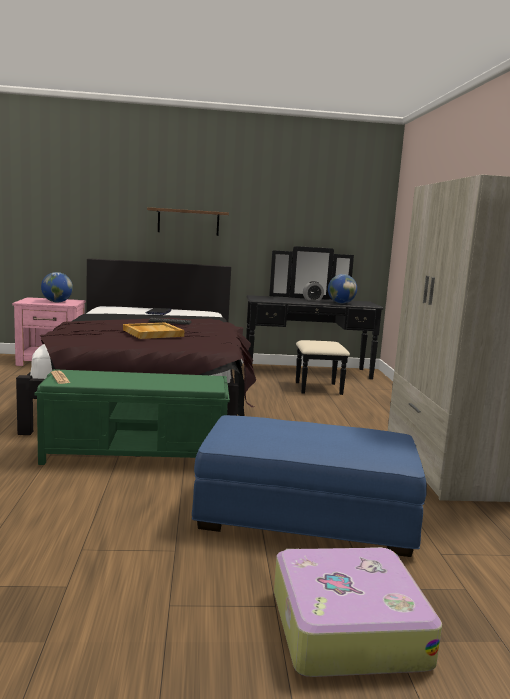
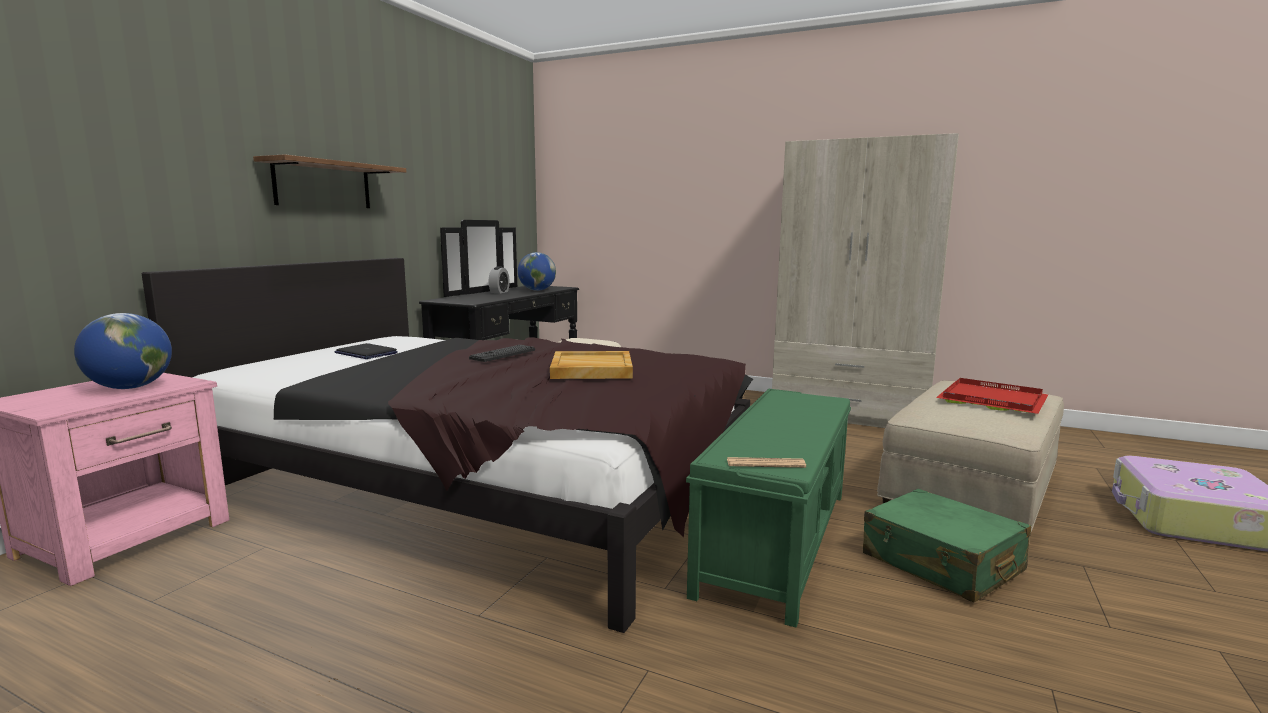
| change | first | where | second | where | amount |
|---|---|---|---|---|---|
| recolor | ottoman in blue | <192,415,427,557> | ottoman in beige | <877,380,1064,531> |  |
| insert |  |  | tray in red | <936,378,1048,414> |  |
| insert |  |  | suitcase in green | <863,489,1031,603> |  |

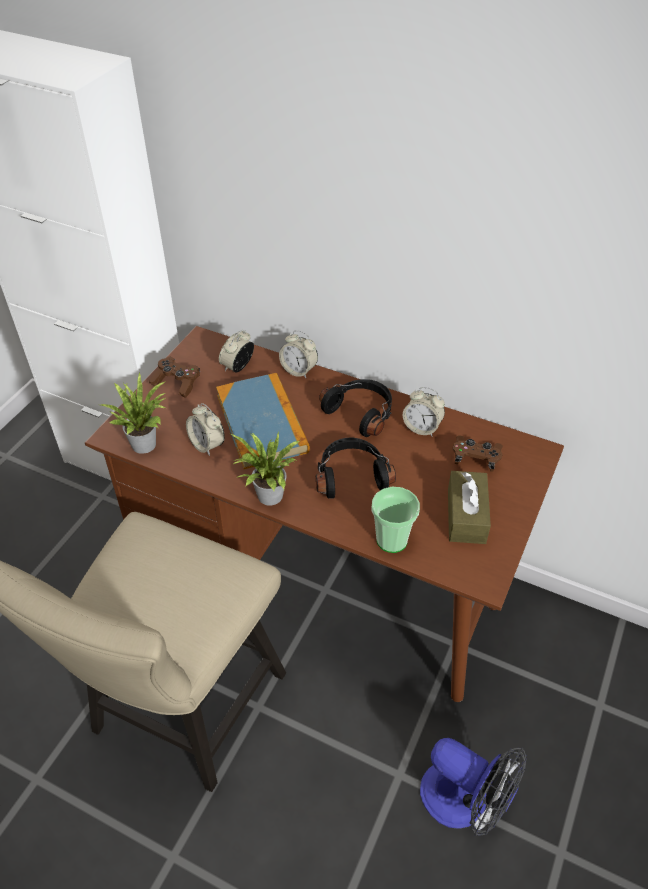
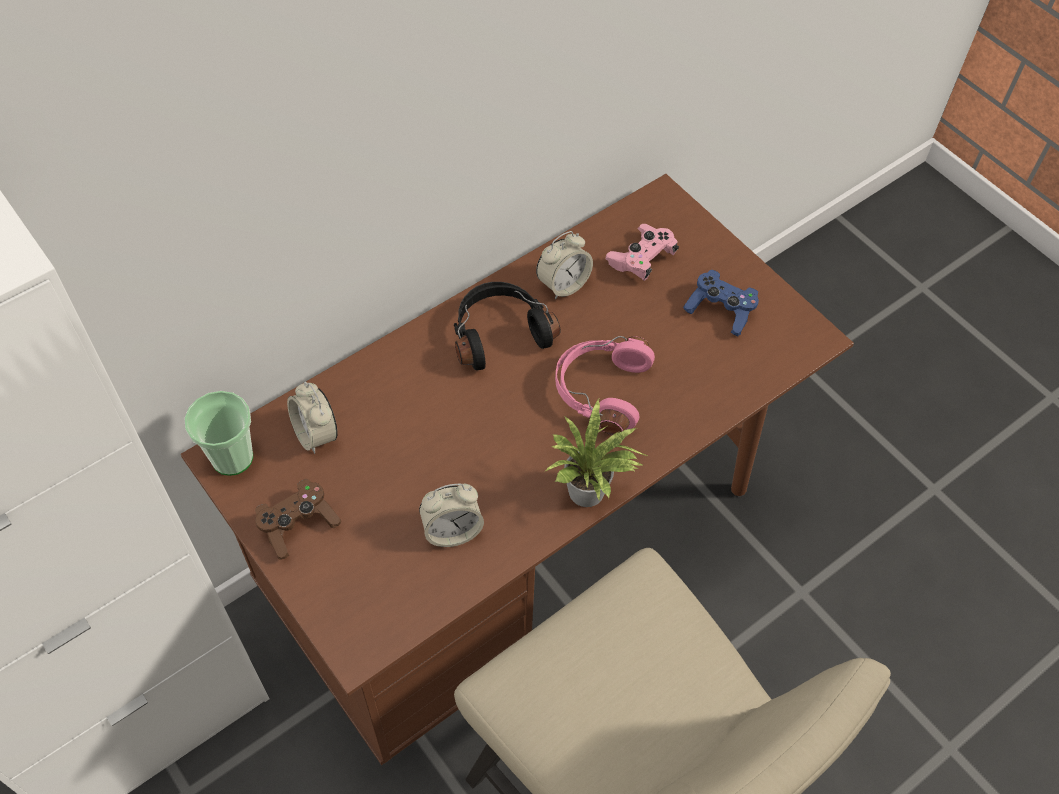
| change | first | where | second | where | amount |
|---|---|---|---|---|---|
| delete | alarm clock | <279,330,318,378> |  |  |  |
| delete | potted plant | <101,373,166,453> |  |  |  |
| delete | book | <216,373,310,469> |  |  |  |
| recolor | game controller in brown | <452,435,503,472> | game controller in pink | <606,224,679,281> |  |
| recolor | headphones in black | <316,438,396,499> | headphones in pink | <555,336,655,435> |  |
| replace | tissue box in brown | <448,471,491,544> | game controller in blue | <683,270,759,336> |  |
| move | cup | <371,487,420,553> |  | <184,391,253,476> |  |
| delete | fan | <420,738,527,836> |  |  |  |

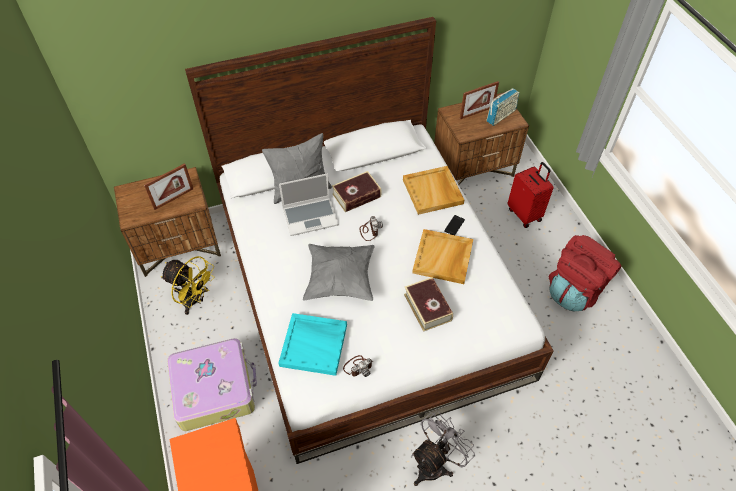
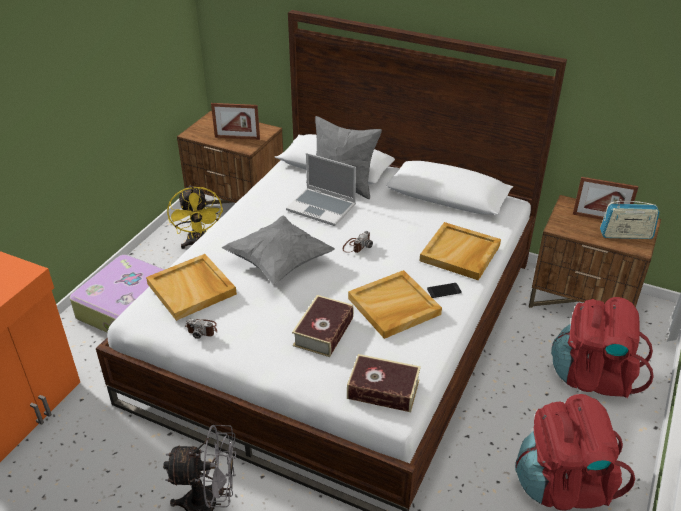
| change | first | where | second | where | amount |
|---|---|---|---|---|---|
| replace | suitcase in red | <508,162,553,228> | backpack in red | <551,297,654,398> |  |
| move | book | <332,171,381,212> |  | <347,354,421,412> |  |
| recolor | tray in turquoise | <278,313,347,376> | tray in beige | <146,254,237,321> |  |

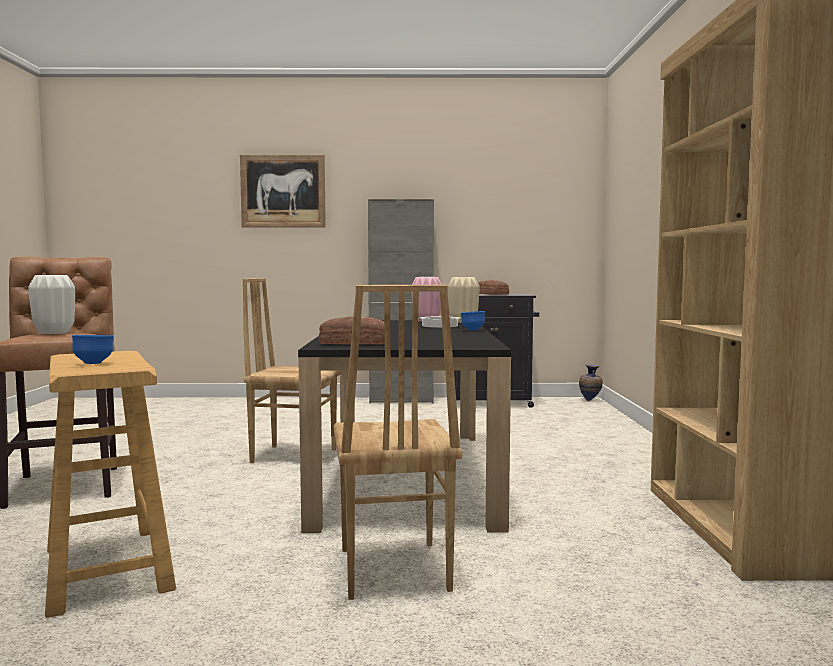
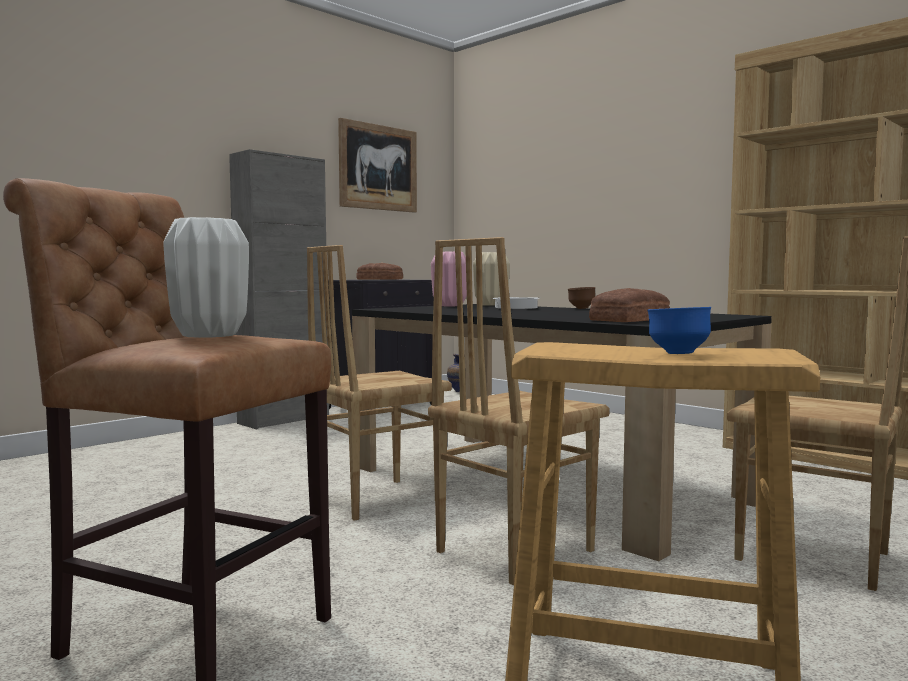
| change | first | where | second | where | amount |
|---|---|---|---|---|---|
| move | picture | <240,155,326,228> |  | <338,118,417,213> |  |
| recolor | bowl in blue | <461,311,485,330> | bowl in brown | <568,287,595,309> |  |
| insert |  |  | chair in brown | <428,237,610,585> |  |

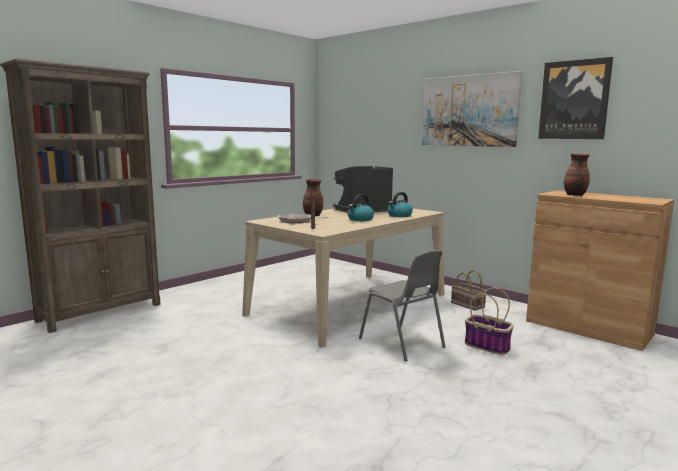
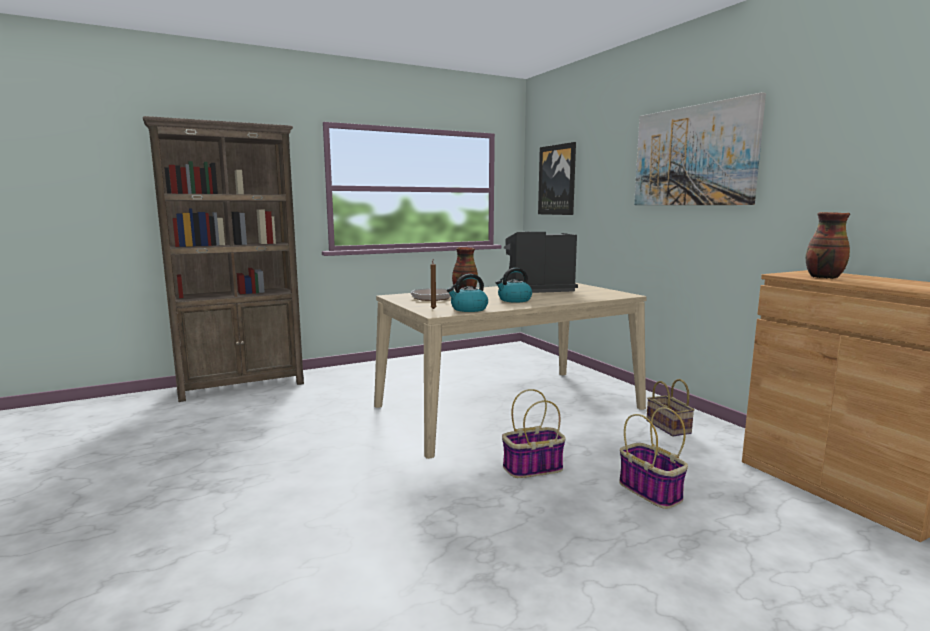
| change | first | where | second | where | amount |
|---|---|---|---|---|---|
| move | picture | <538,57,613,139> |  | <538,142,576,215> |  |
| move | kettle | <387,192,413,217> |  | <447,274,488,312> |  |
| replace | chair in grey | <359,250,446,361> | basket | <502,389,566,478> |  |

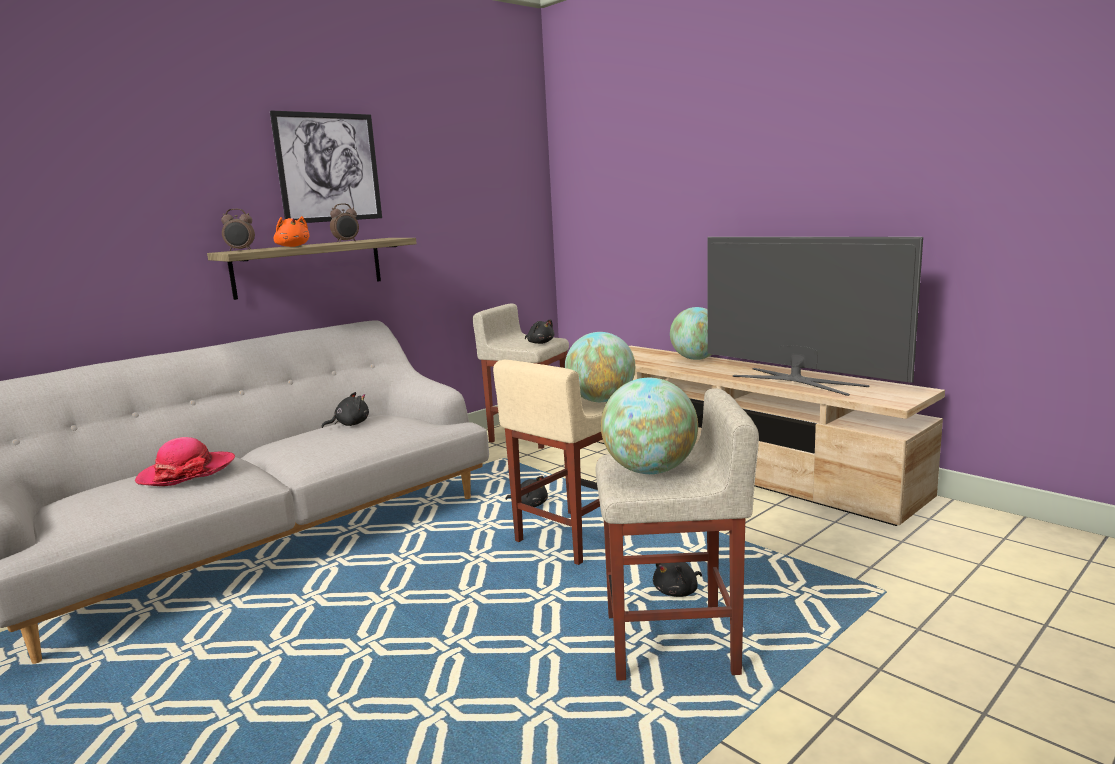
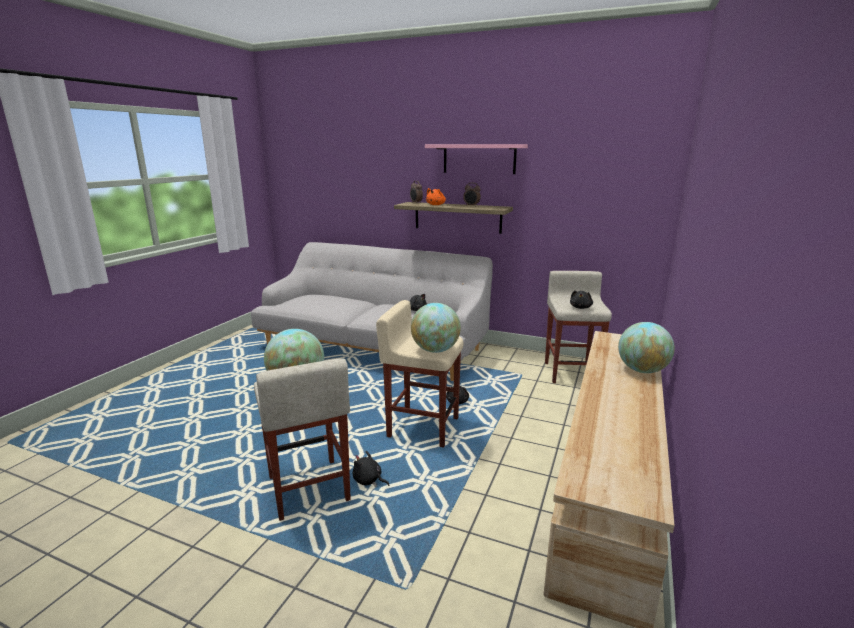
| change | first | where | second | where | amount |
|---|---|---|---|---|---|
| replace | picture | <270,110,382,223> | shelf in pink | <425,144,528,174> |  |
| delete | television | <707,237,923,396> |  |  |  |
| delete | hat | <135,437,235,486> |  |  |  |

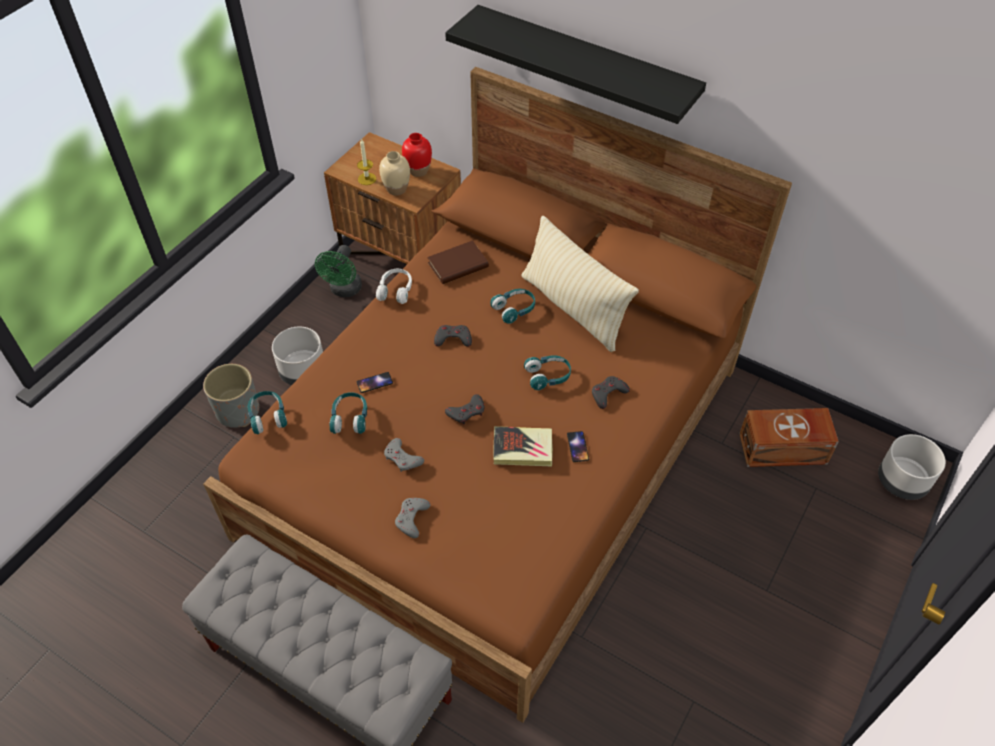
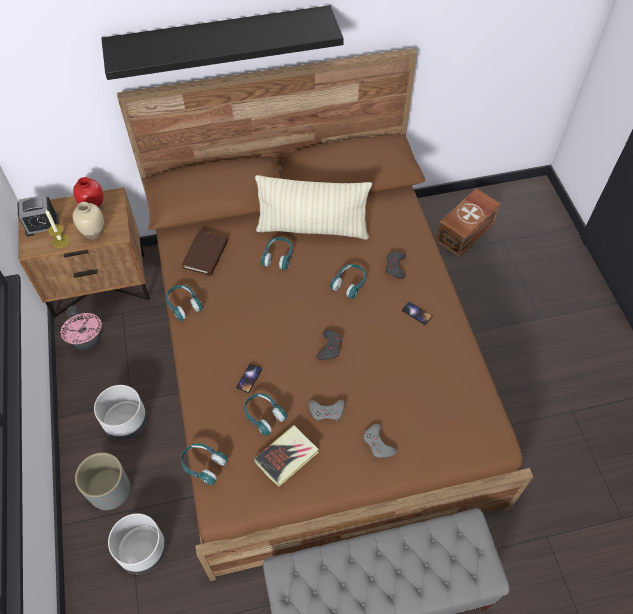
| change | first | where | second | where | amount |
|---|---|---|---|---|---|
| recolor | fan in green | <315,245,362,297> | fan in pink | <61,305,102,350> |  |
| recolor | headphones in white | <376,269,412,304> | headphones in turquoise | <166,285,203,321> |  |
| delete | game controller in grey | <434,325,472,347> |  |  |  |
| move | book | <493,426,553,466> |  | <254,425,319,487> |  |
| move | planter in grey | <878,434,946,500> |  | <108,513,166,574> |  |
| insert |  |  | alarm clock | <18,195,59,236> |  |

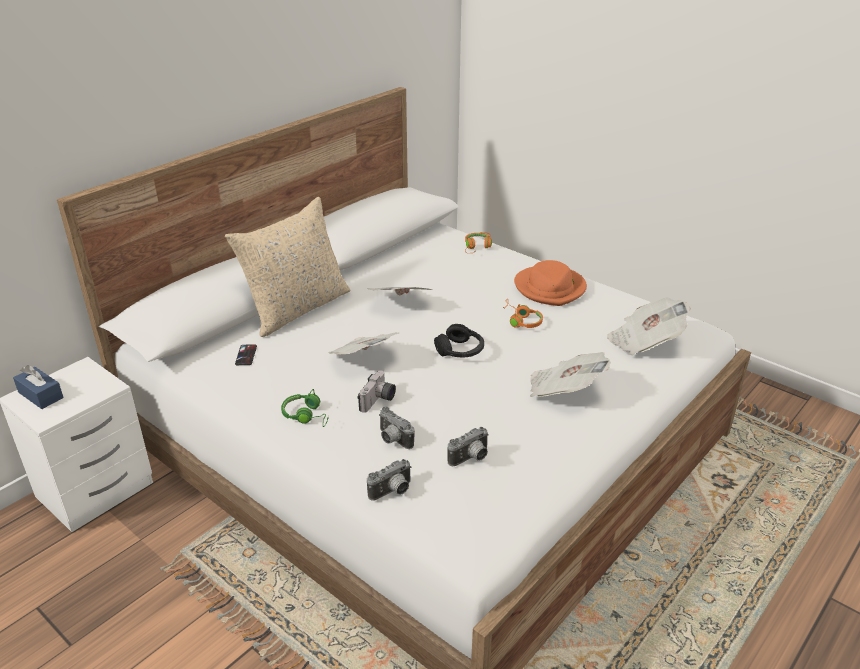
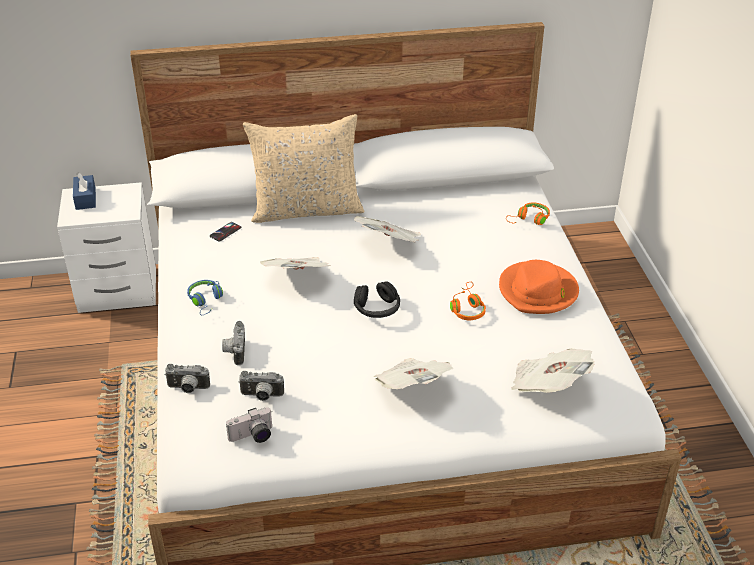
| change | first | where | second | where | amount |
|---|---|---|---|---|---|
| move | photo camera | <358,370,396,413> |  | <226,407,272,443> |  |
| recolor | headphones in green | <281,389,329,427> | headphones in blue | <187,280,223,315> |  |

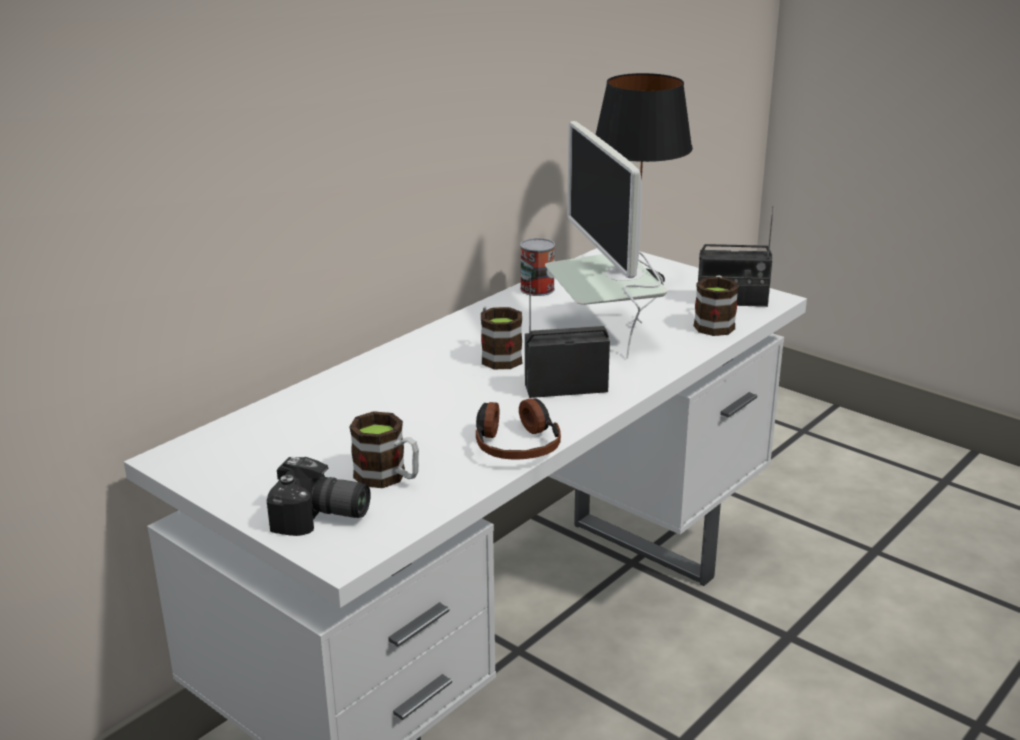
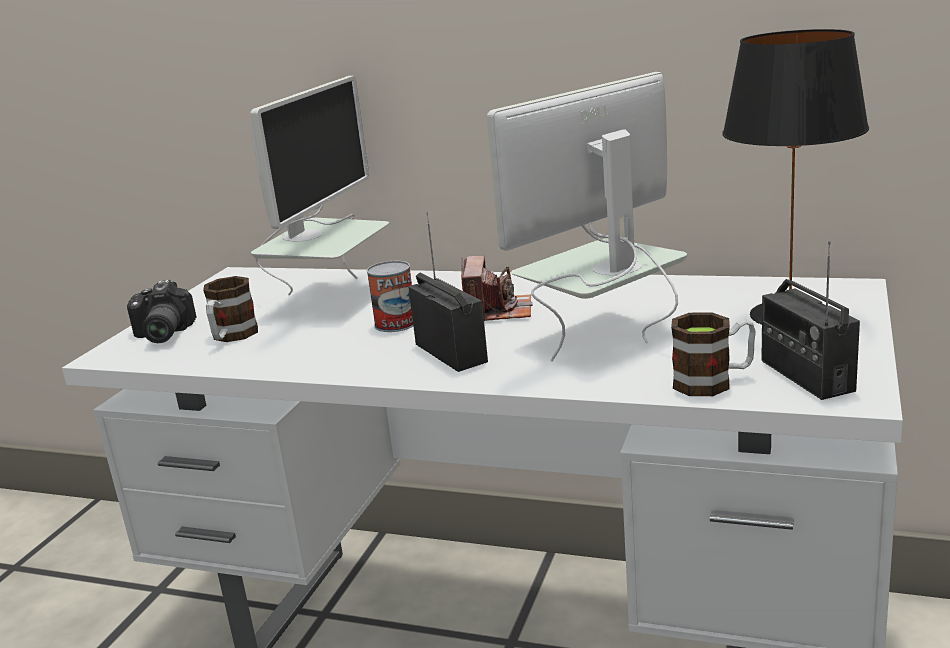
| change | first | where | second | where | amount |
|---|---|---|---|---|---|
| move | can | <520,238,555,296> |  | <366,261,413,332> |  |
| replace | mug | <481,306,523,369> | photo camera | <461,256,532,321> |  |
| delete | headphones | <476,398,561,460> |  |  |  |
| insert |  |  | monitor | <250,76,389,296> |  |

